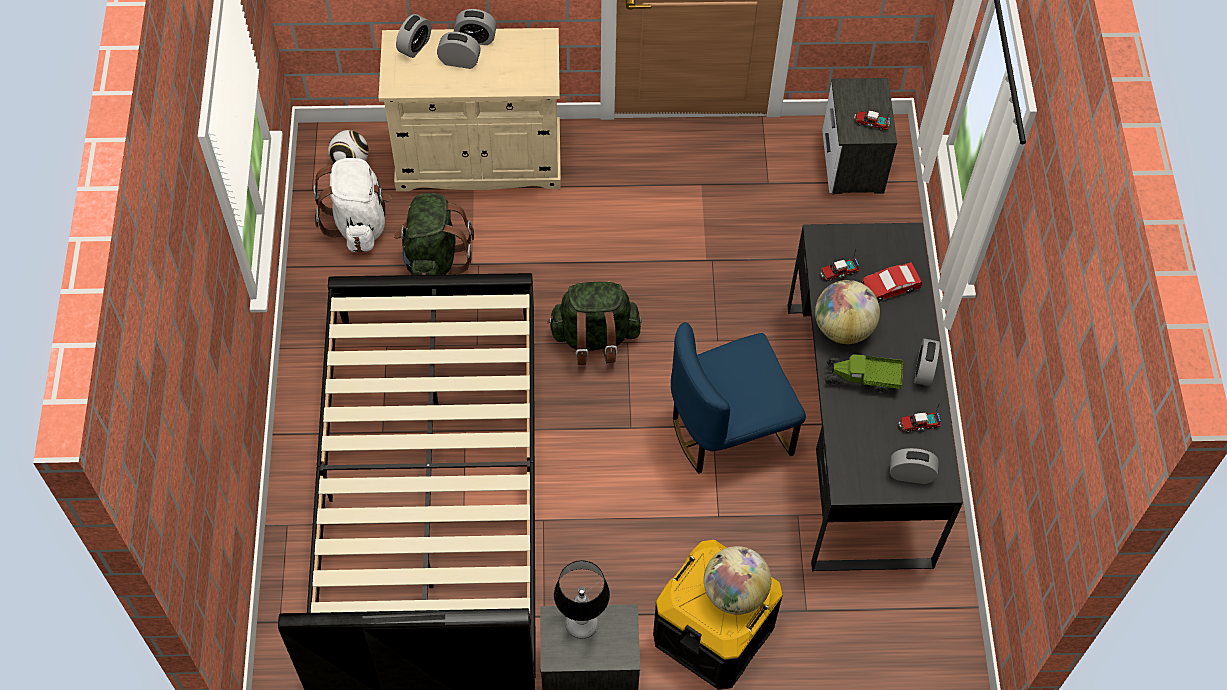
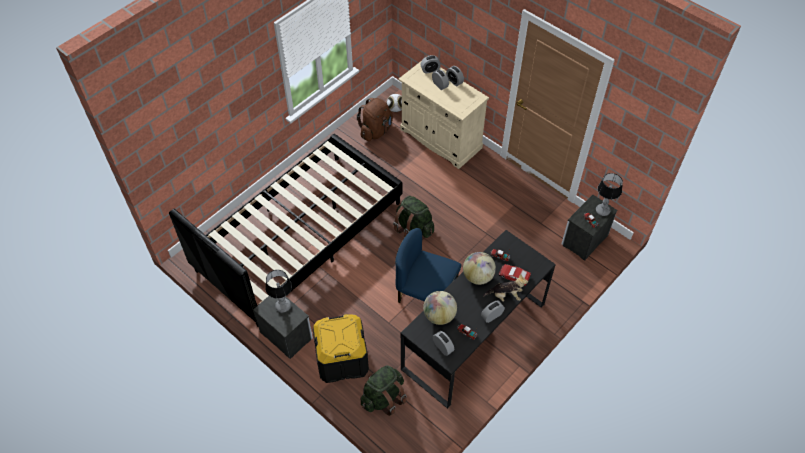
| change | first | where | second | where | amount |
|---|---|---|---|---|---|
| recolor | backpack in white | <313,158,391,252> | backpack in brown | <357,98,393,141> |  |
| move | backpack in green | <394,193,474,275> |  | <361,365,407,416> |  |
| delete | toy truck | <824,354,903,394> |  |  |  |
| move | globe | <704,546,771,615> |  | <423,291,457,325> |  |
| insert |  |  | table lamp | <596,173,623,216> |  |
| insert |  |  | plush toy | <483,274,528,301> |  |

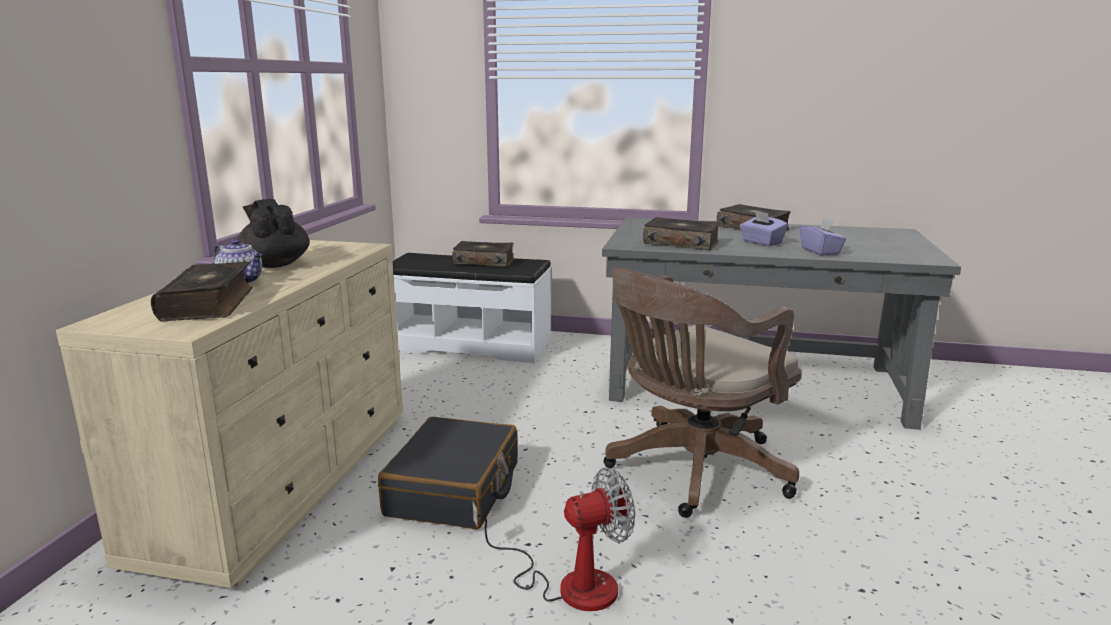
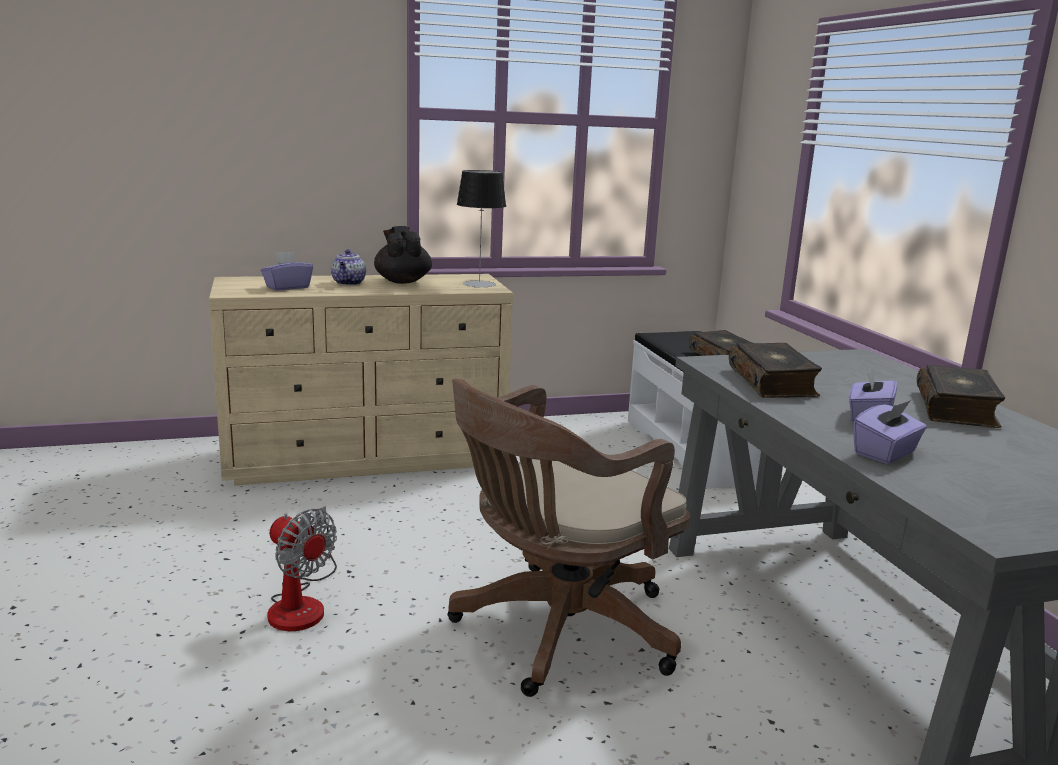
| change | first | where | second | where | amount |
|---|---|---|---|---|---|
| rotate | teapot in black | <237,199,310,268> |  | <374,226,432,284> | 45 degrees counterclockwise |
| replace | book | <151,262,253,321> | tissue box in purple | <261,251,313,291> |  |
| rotate | office chair in brown | <604,268,802,518> |  | <447,379,690,697> | 60 degrees counterclockwise |
| delete | suitcase in black | <378,417,518,529> |  |  |  |
| insert |  |  | table lamp | <457,170,506,288> |  |

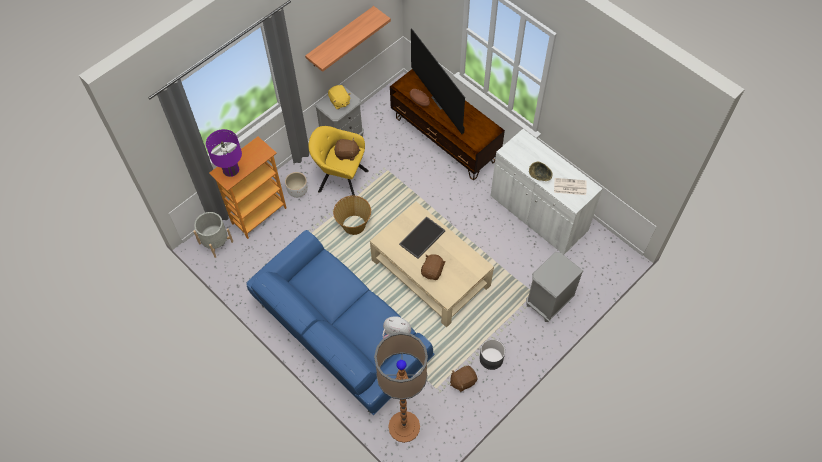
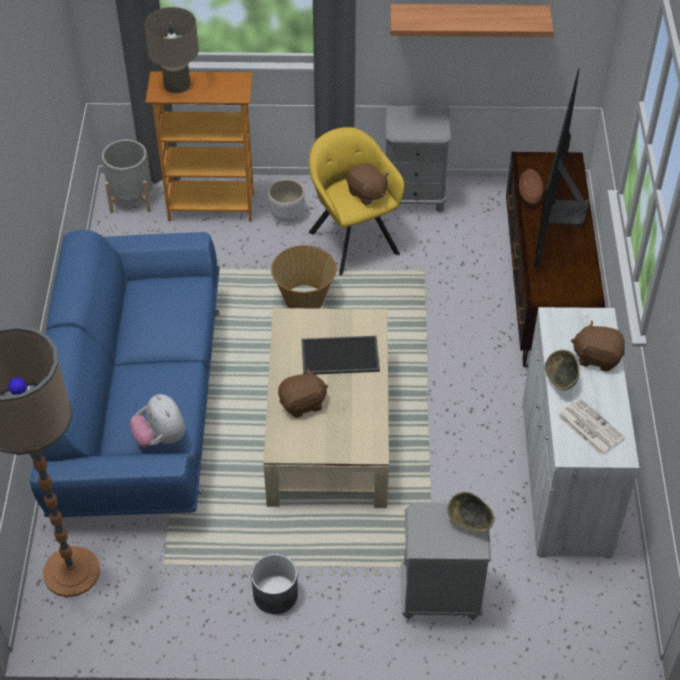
| change | first | where | second | where | amount |
|---|---|---|---|---|---|
| delete | plush toy in yellow | <328,85,351,109> |  |  |  |
| recolor | table lamp in purple | <206,129,242,177> | table lamp in beige | <144,7,199,93> |  |
| move | plush toy in brown | <450,366,477,392> |  | <571,320,625,371> |  |
| insert |  |  | bowl | <447,492,494,532> |  |

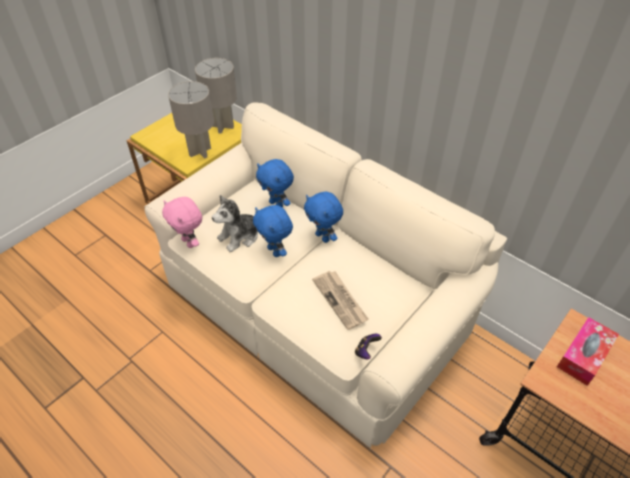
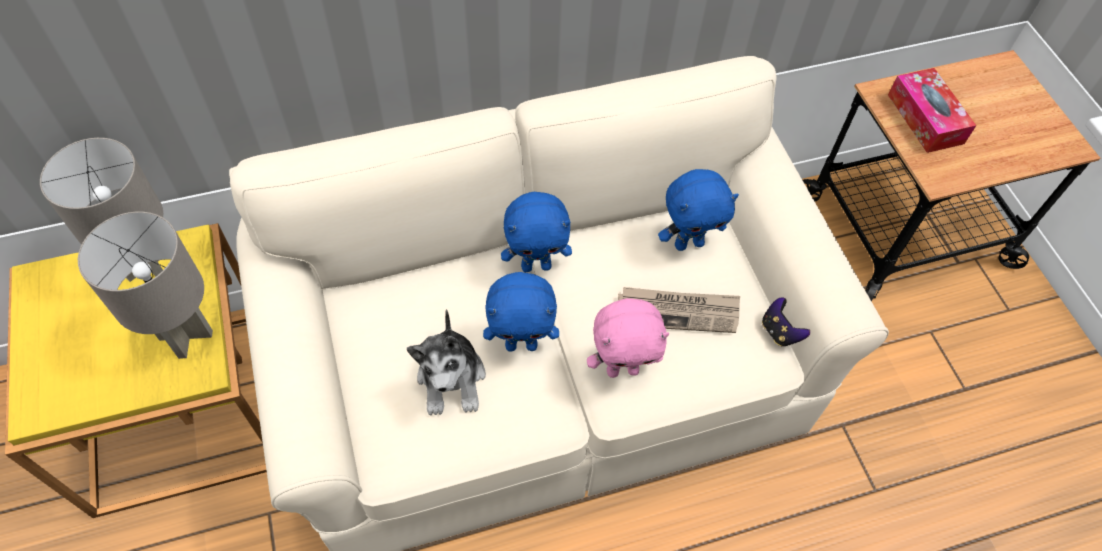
| change | first | where | second | where | amount |
|---|---|---|---|---|---|
| move | plush toy in blue | <256,159,294,207> |  | <658,169,739,251> |  |
| move | plush toy in pink | <162,197,202,248> |  | <587,298,669,378> |  |

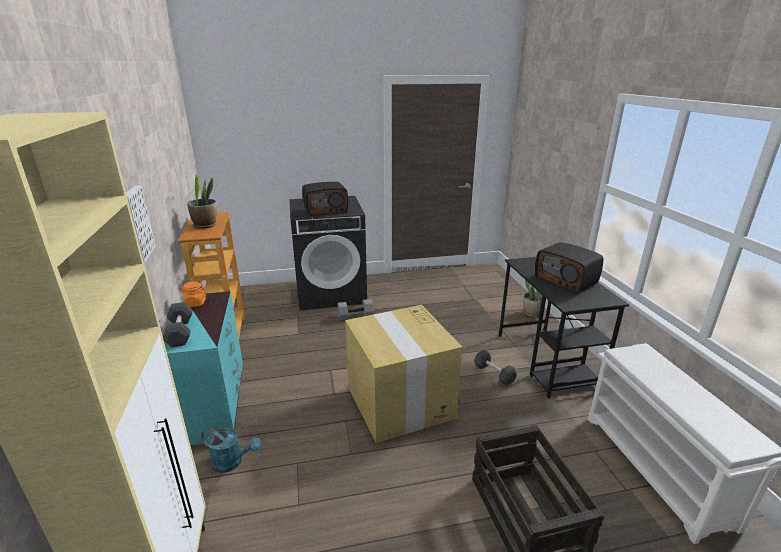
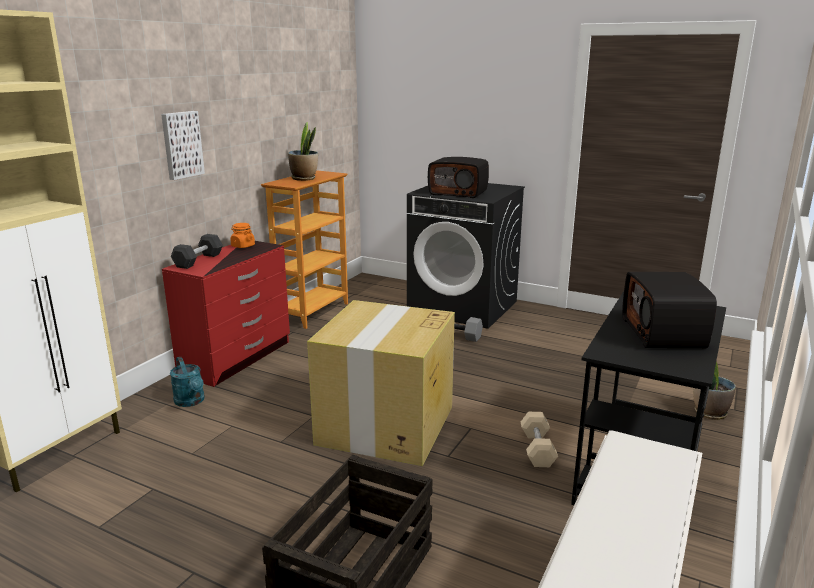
| change | first | where | second | where | amount |
|---|---|---|---|---|---|
| recolor | dresser in turquoise | <164,291,243,445> | dresser in red | <162,241,290,387> |  |
| recolor | dumbbell in black | <474,350,517,386> | dumbbell in beige | <521,412,558,467> |  |

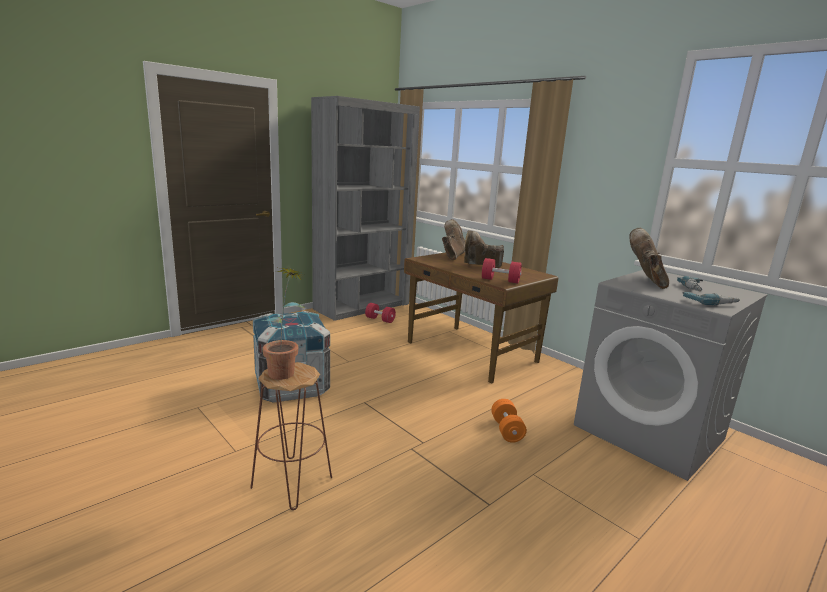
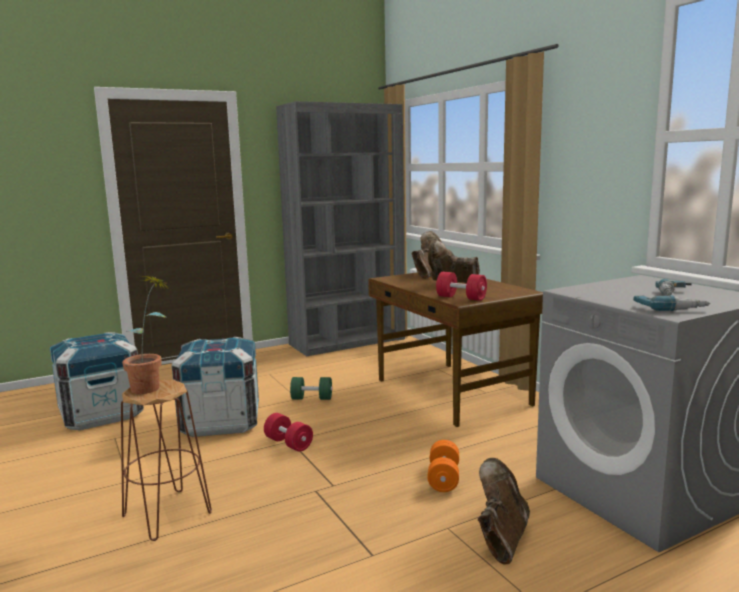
| change | first | where | second | where | amount |
|---|---|---|---|---|---|
| move | boot in brown | <629,228,669,289> |  | <478,458,530,565> |  |
| move | dumbbell in red | <365,303,396,323> |  | <264,413,313,452> |  |
| insert |  |  | crate | <50,332,144,430> |  |
| insert |  |  | dumbbell in green | <290,377,333,400> |  |

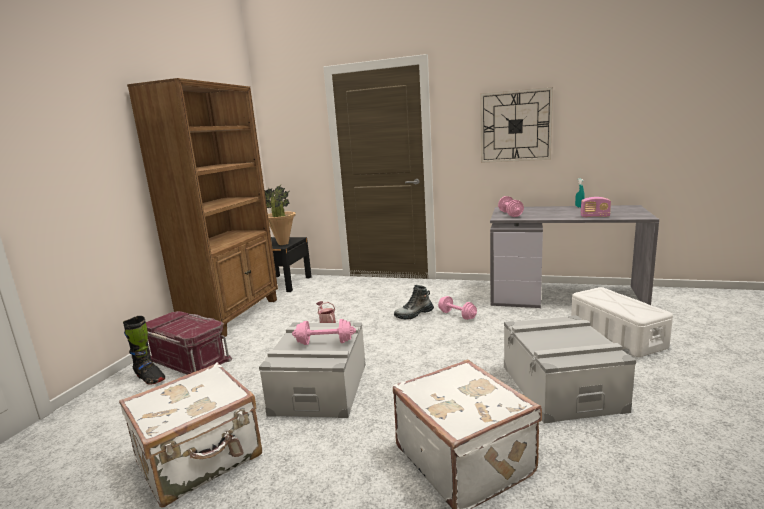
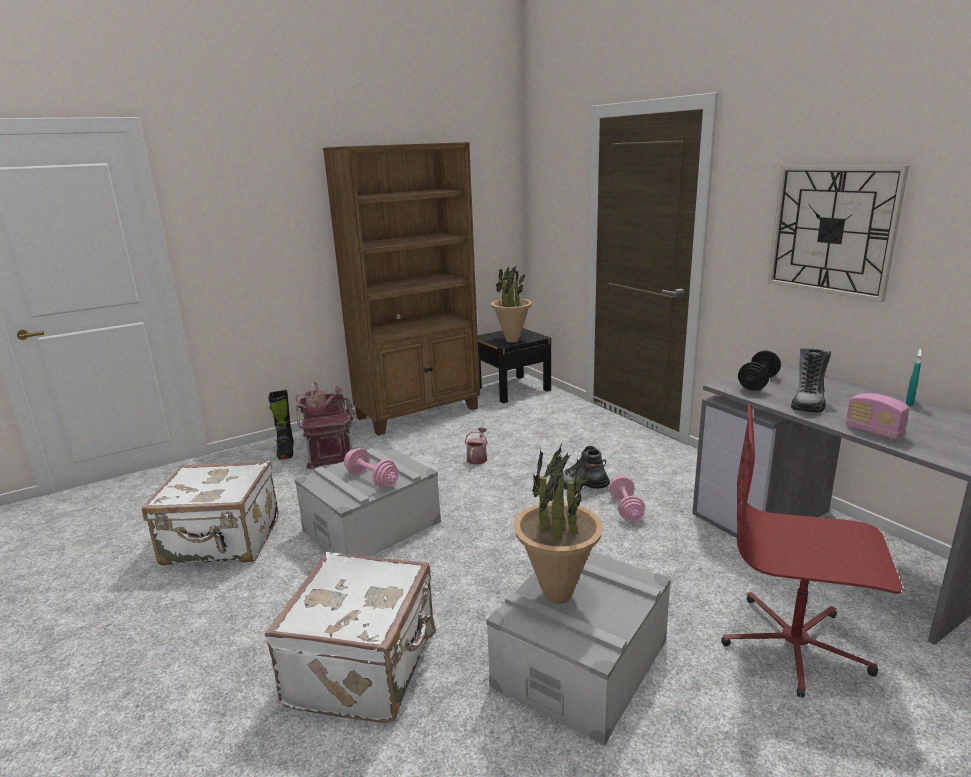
| change | first | where | second | where | amount |
|---|---|---|---|---|---|
| recolor | dumbbell in pink | <498,196,524,217> | dumbbell in black | <738,350,781,391> |  |
| replace | storage box in white | <571,287,673,357> | office chair in red | <721,403,902,698> |  |
| insert |  |  | boot | <791,348,831,413> |  |
| insert |  |  | watering can | <295,381,343,414> |  |
| insert |  |  | potted plant | <513,442,603,604> |  |

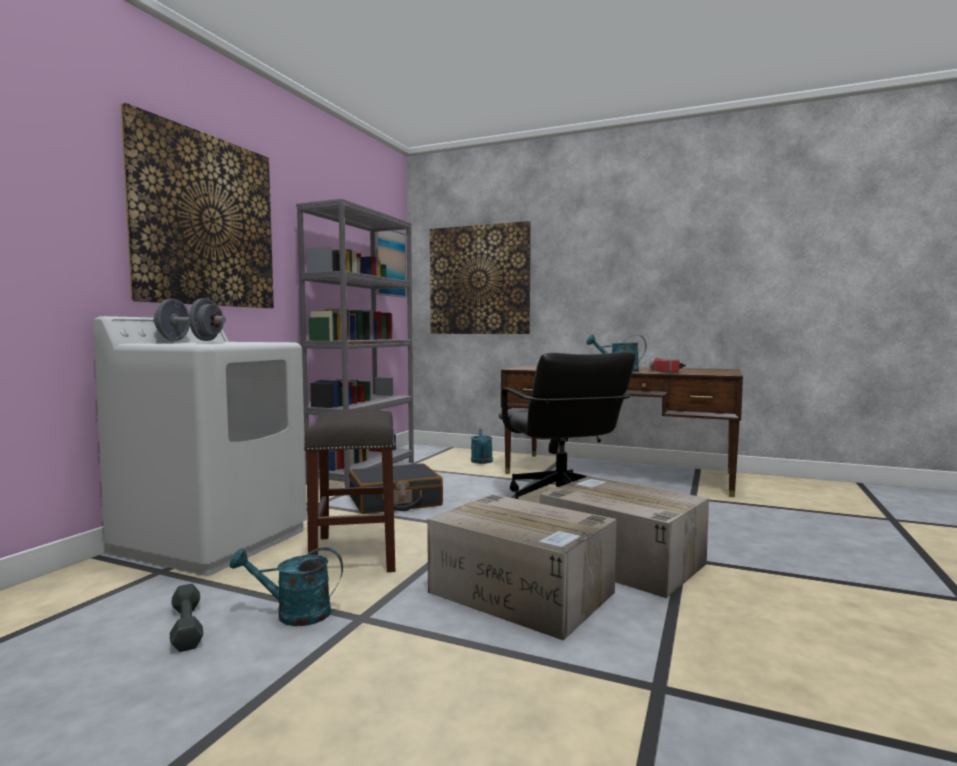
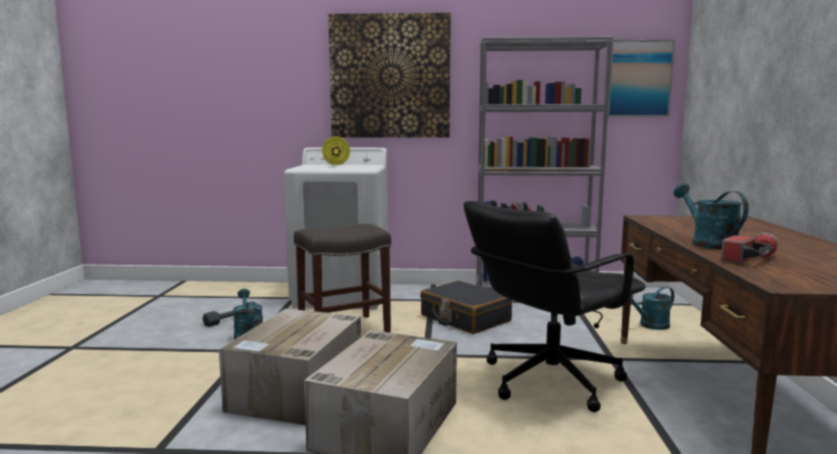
| change | first | where | second | where | amount |
|---|---|---|---|---|---|
| delete | picture | <430,221,531,334> |  |  |  |
| recolor | dumbbell in grey | <153,298,226,341> | dumbbell in yellow | <322,136,350,165> |  |

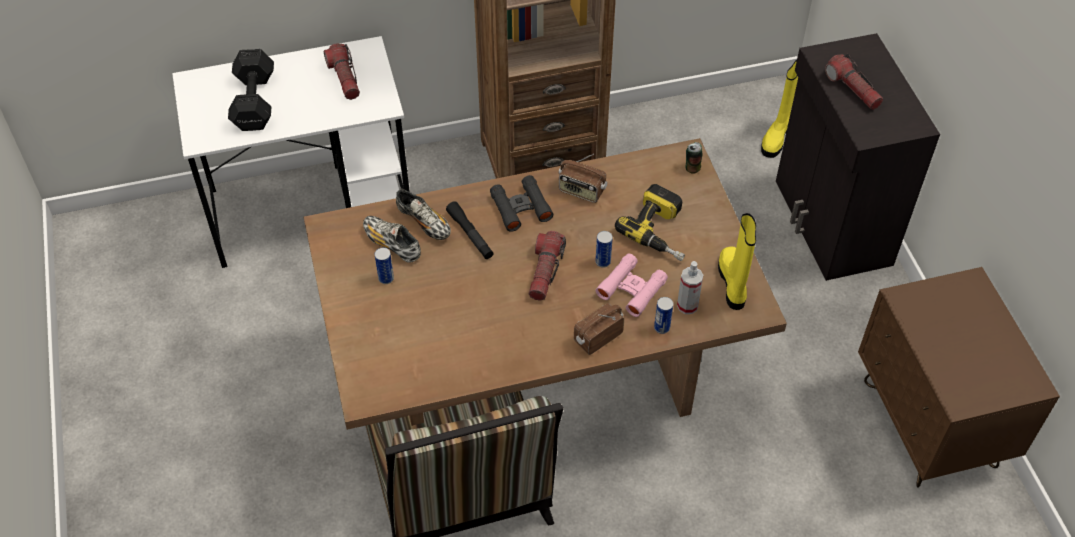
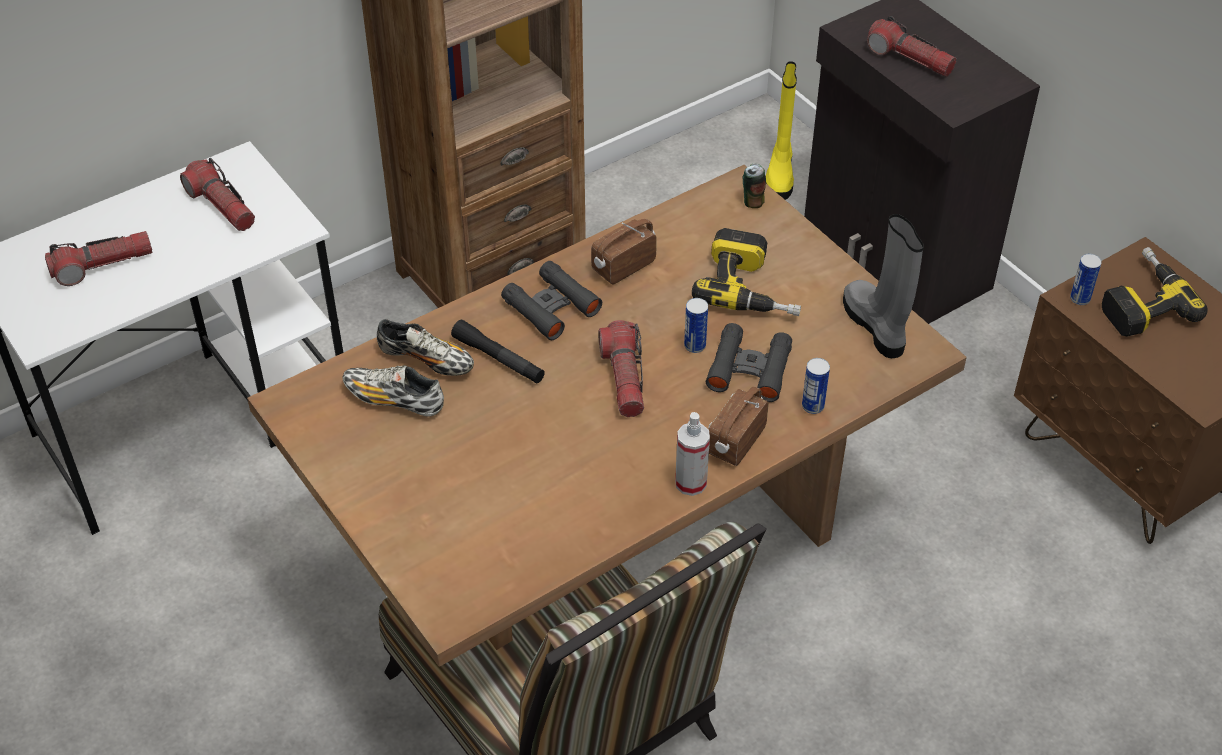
| change | first | where | second | where | amount |
|---|---|---|---|---|---|
| replace | dumbbell in black | <228,49,274,131> | flashlight | <45,231,153,286> |  |
| rotate | radio | <559,154,607,203> |  | <591,219,657,285> | 135 degrees clockwise |
| recolor | boot in yellow | <718,213,756,310> | boot in grey | <843,214,924,358> |  |
| move | can | <375,247,394,284> |  | <1070,254,1102,305> |  |
| recolor | binoculars in pink | <596,254,668,317> | binoculars in black | <706,323,792,402> |  |
| move | spray bottle | <677,261,703,314> |  | <675,412,710,496> |  |
| insert |  |  | power drill | <1102,247,1208,337> |  |

